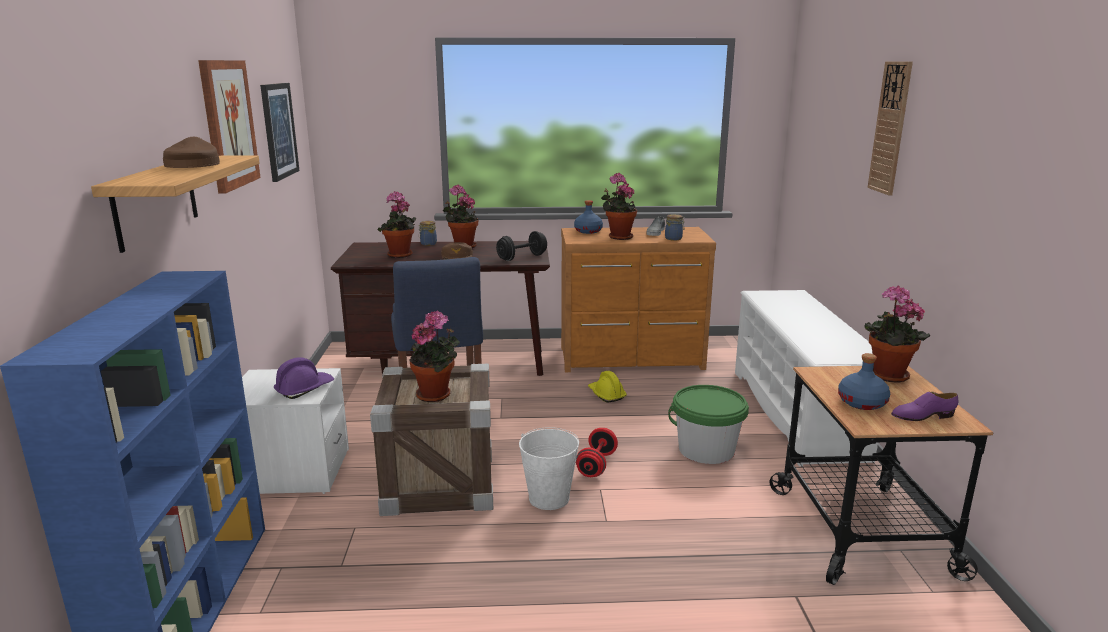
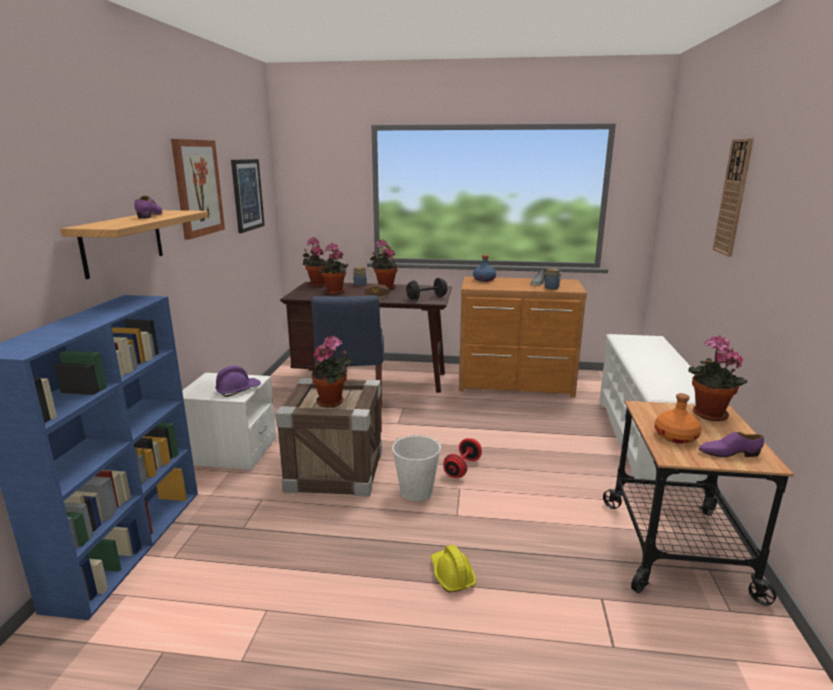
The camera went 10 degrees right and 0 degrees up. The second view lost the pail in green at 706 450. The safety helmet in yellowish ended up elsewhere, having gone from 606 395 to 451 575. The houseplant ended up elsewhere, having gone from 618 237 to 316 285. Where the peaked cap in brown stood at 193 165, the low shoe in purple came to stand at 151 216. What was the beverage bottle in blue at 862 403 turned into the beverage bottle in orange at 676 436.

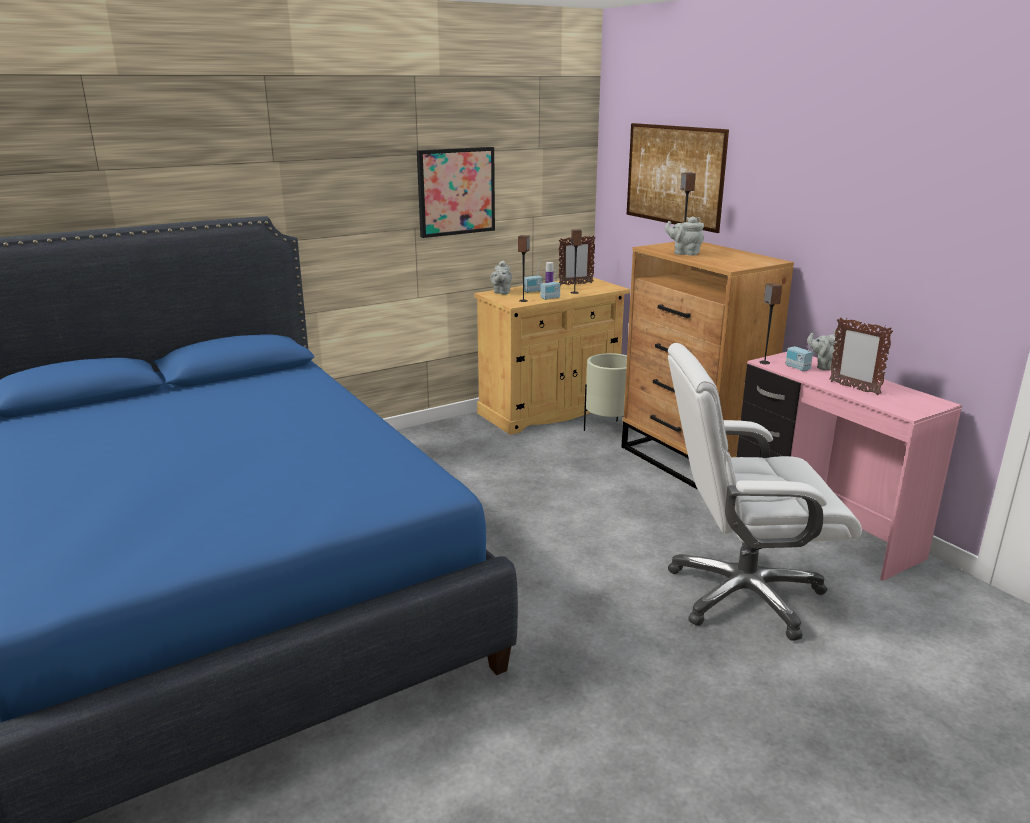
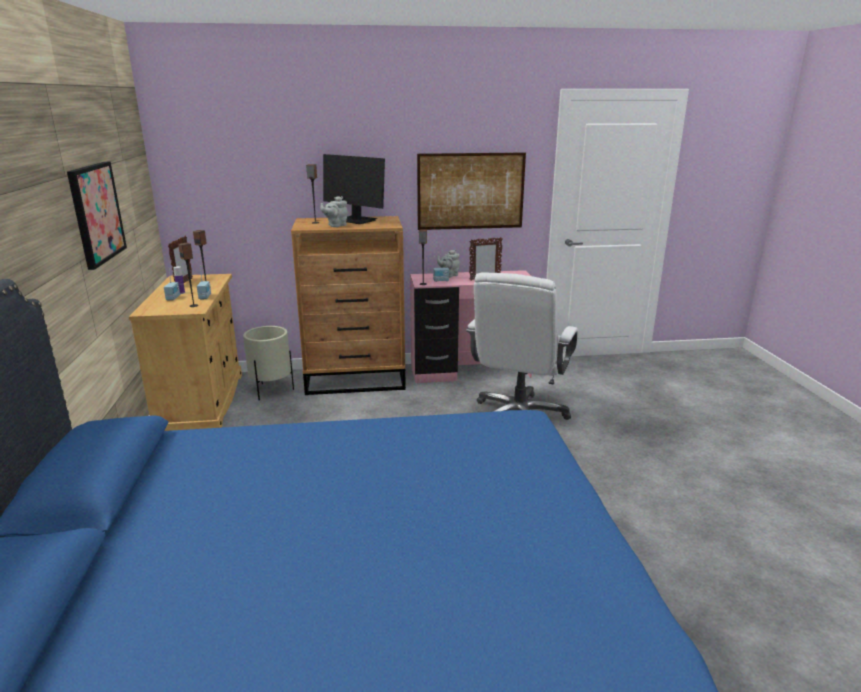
The camera went 65 degrees left and 0 degrees up. The second view lost the pot for tea in grey at 501 292. The second view gained the computer display at 356 220. The picture ended up elsewhere, having gone from 674 175 to 470 191.

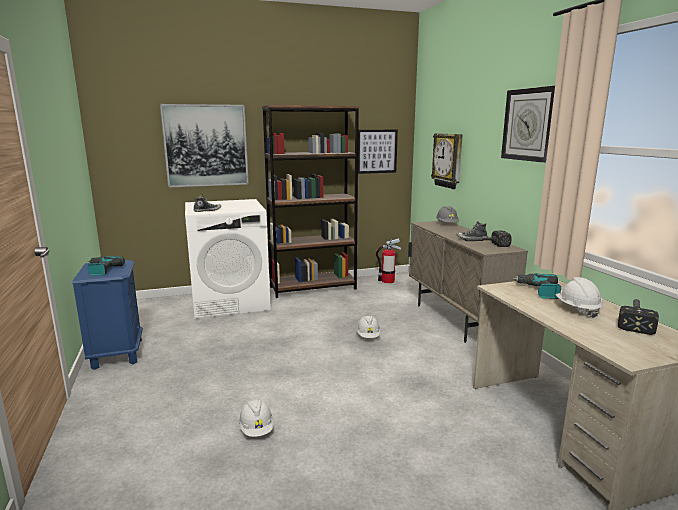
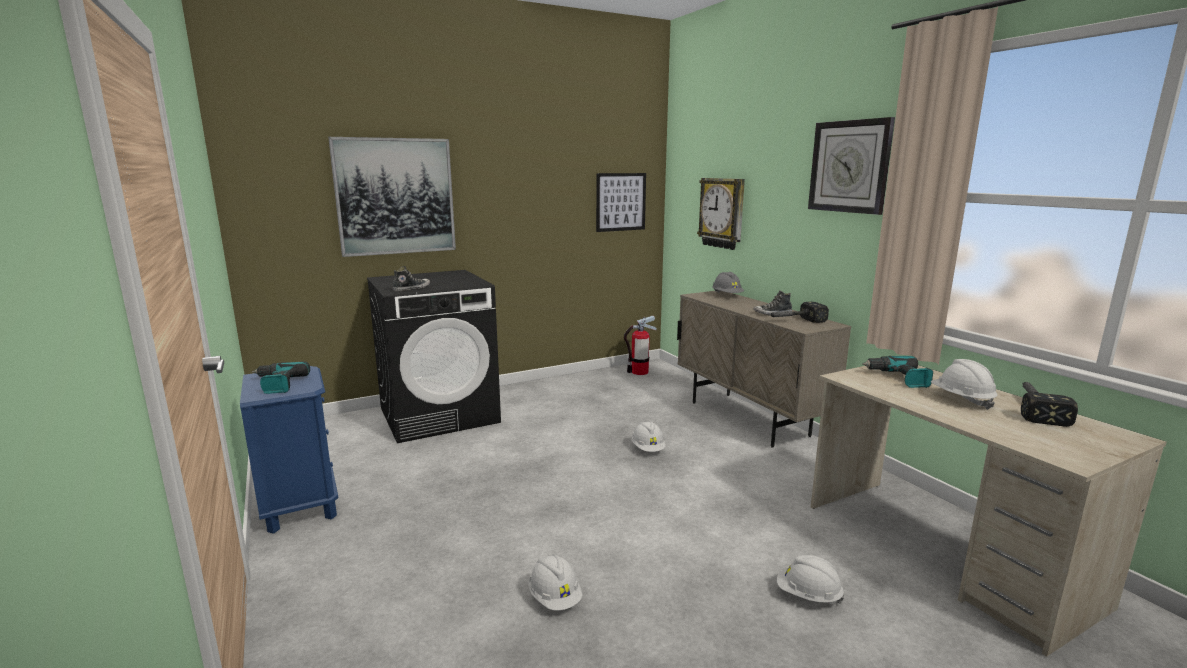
The camera went 10 degrees left and 0 degrees up. The second view lost the bookshelf in brown at 313 288. The second view gained the safety helmet in white at 808 595. What was the laundry machine in white at 231 302 turned into the laundry machine in blackish at 440 415.

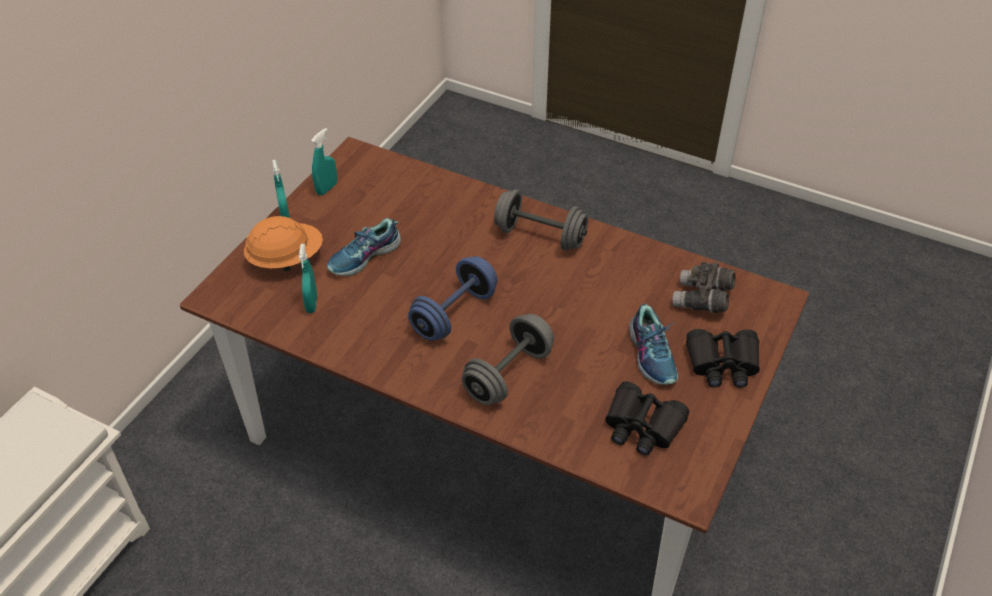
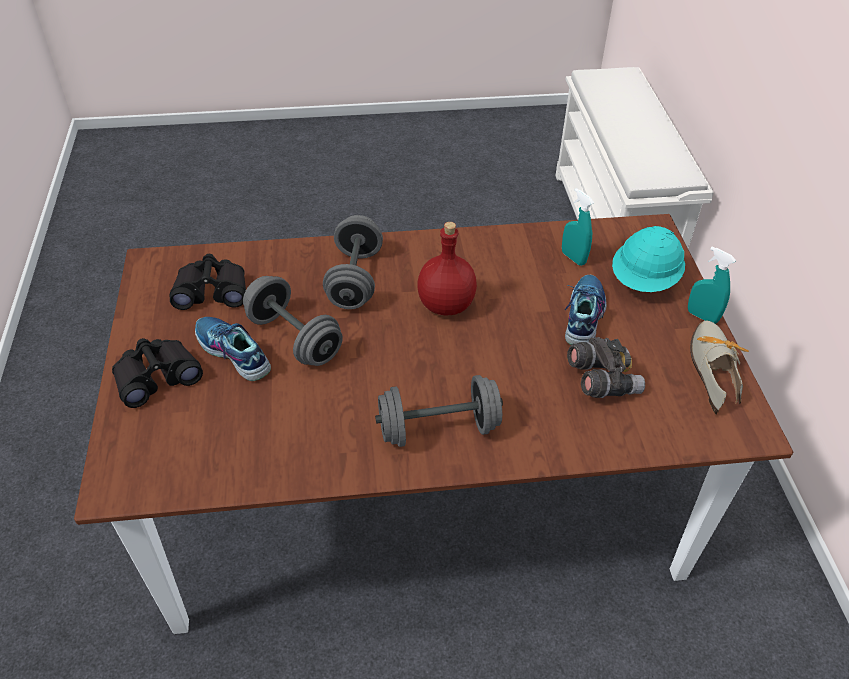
The camera went 145 degrees right and 0 degrees up. The second view gained the hand weight in grey at 294 338. The pair of binoculars in grey ended up elsewhere, having gone from 702 300 to 601 381. Where the sprayer in turquoise-coloured stood at 327 189, the low shoe came to stand at 713 367. Where the hand weight in blue stood at 454 314, the beverage bottle in red came to stand at 447 305. What was the safety helmet in orange at 286 259 turned into the safety helmet in turquoise-coloured at 644 281.

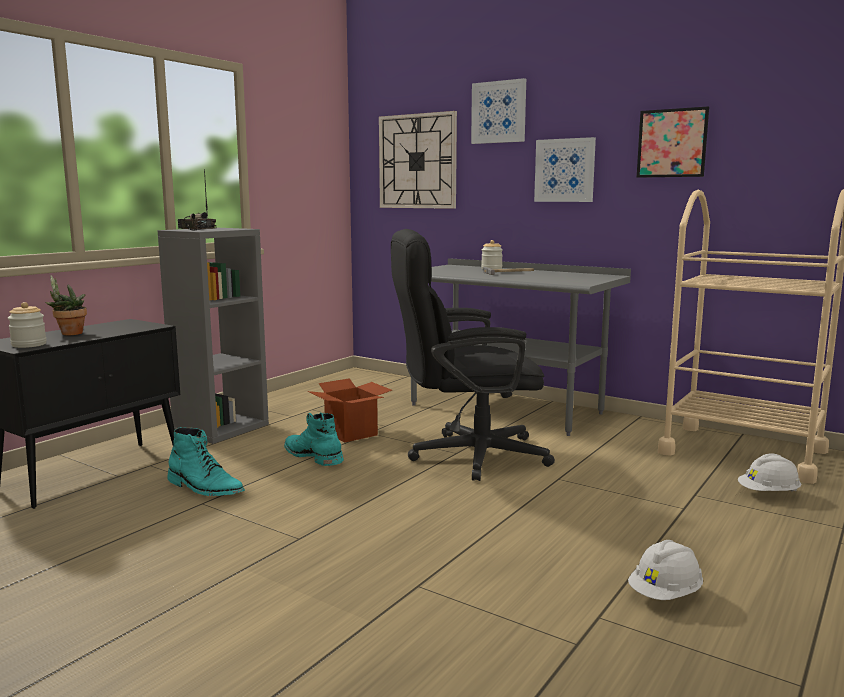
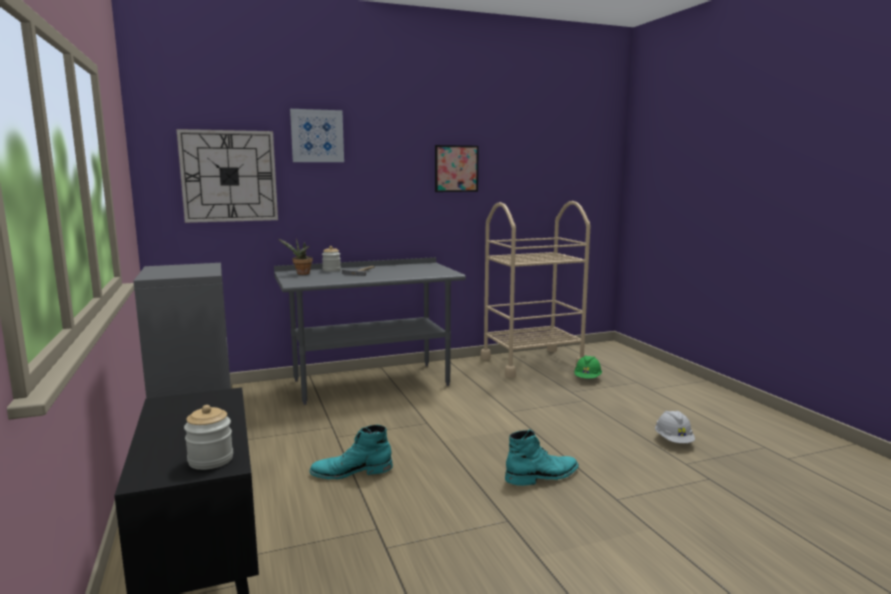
The camera went 55 degrees left and 0 degrees up. The second view lost the radio set at 195 229. The second view lost the packing box at 350 433. The second view lost the office chair in blackish at 465 456. The second view lost the picture at 565 170. The houseplant ended up elsewhere, having gone from 69 333 to 301 274. The high-top boot in turquoise-coloured ended up elsewhere, having gone from 205 488 to 542 476. What was the safety helmet in white at 768 494 turned into the safety helmet in green at 587 379.

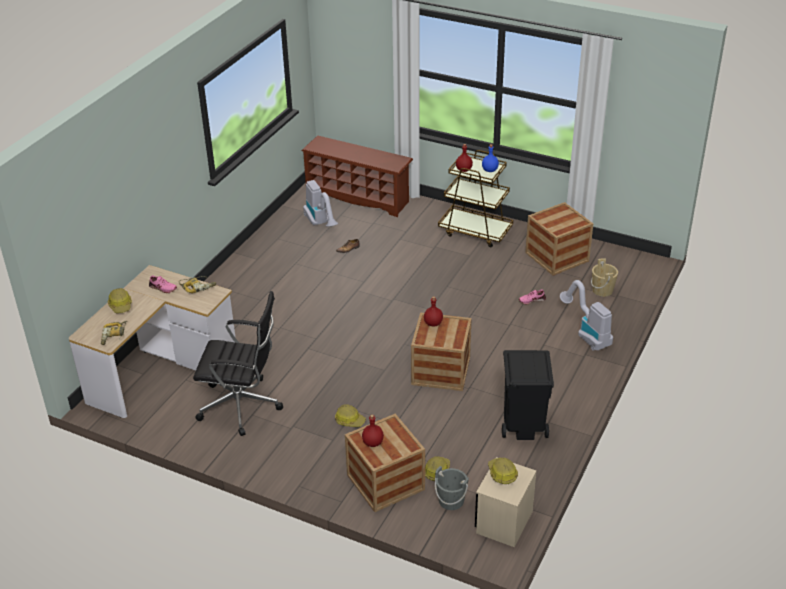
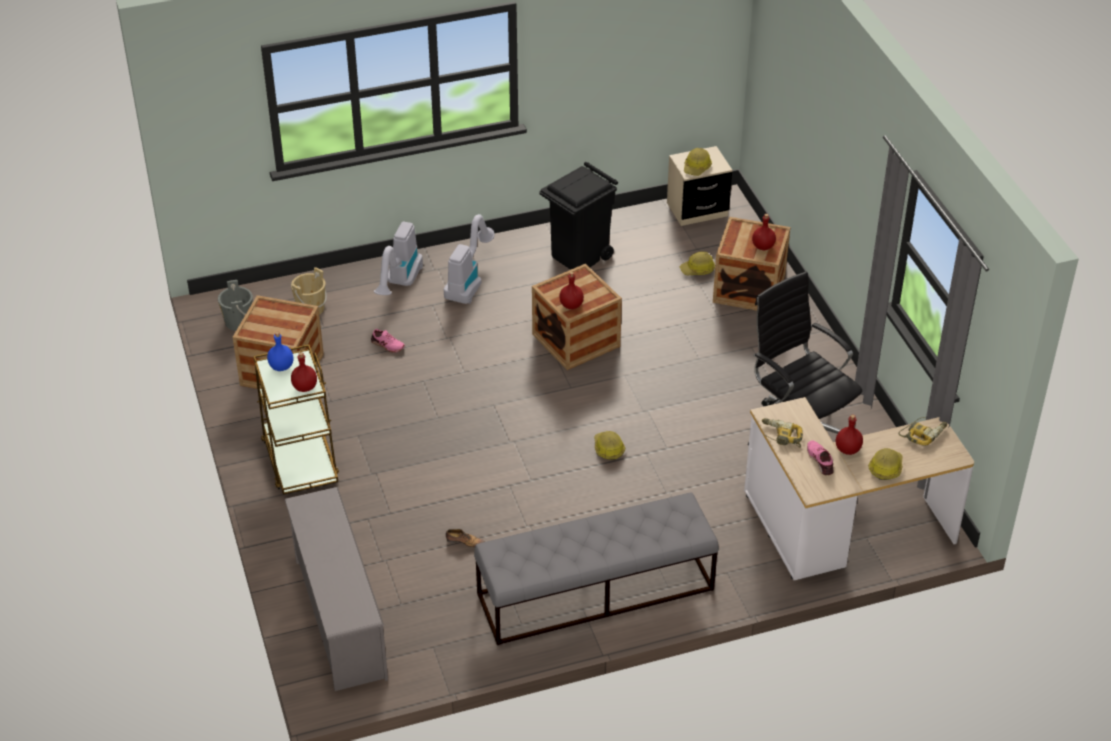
The camera went 135 degrees left and 5 degrees up. The second view gained the long seat in grey at 594 592. The second view gained the beverage bottle in red at 847 450. The hoover ended up elsewhere, having gone from 321 223 to 469 282. The safety helmet ended up elsewhere, having gone from 349 420 to 608 449. The pail in grey ended up elsewhere, having gone from 451 500 to 238 322. What was the shoe stand in brown at 359 197 turned into the shoe stand in grey at 338 618.

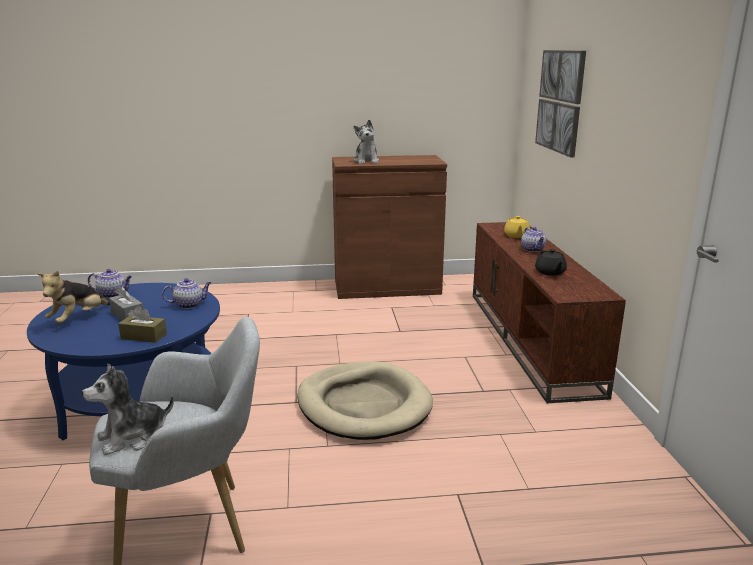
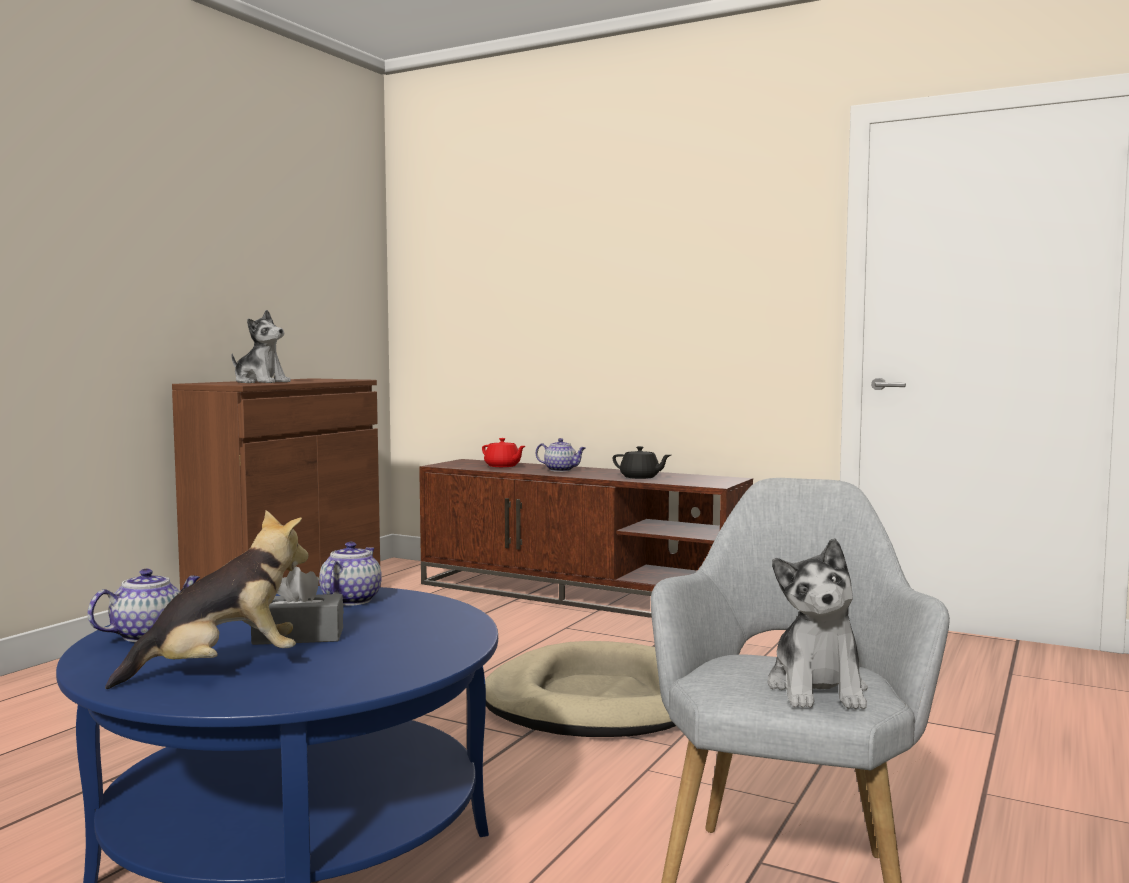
The camera went 55 degrees left and 15 degrees down. The second view lost the tissue holder in brown at 144 336. The second view lost the picture at 560 101. What was the pot for tea in yellowish at 516 235 turned into the pot for tea in red at 503 466. The plush toy at 78 319 ended up facing another way, 90 degrees counterclockwise from before.

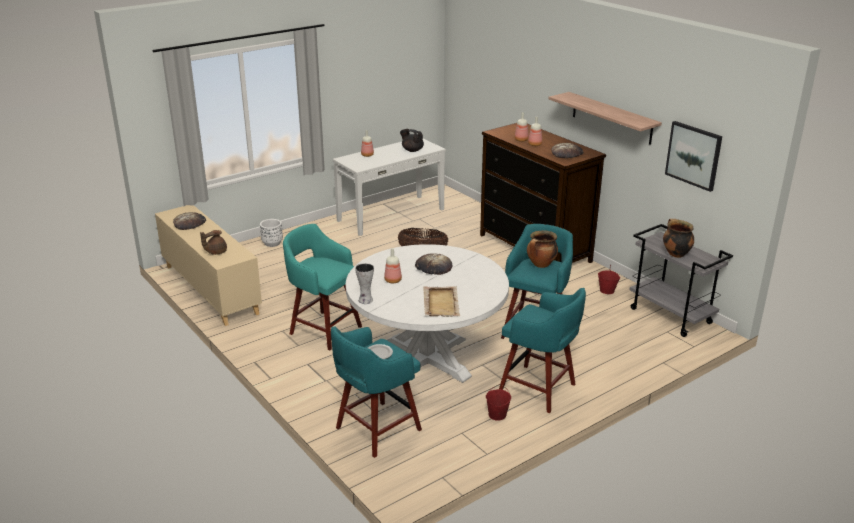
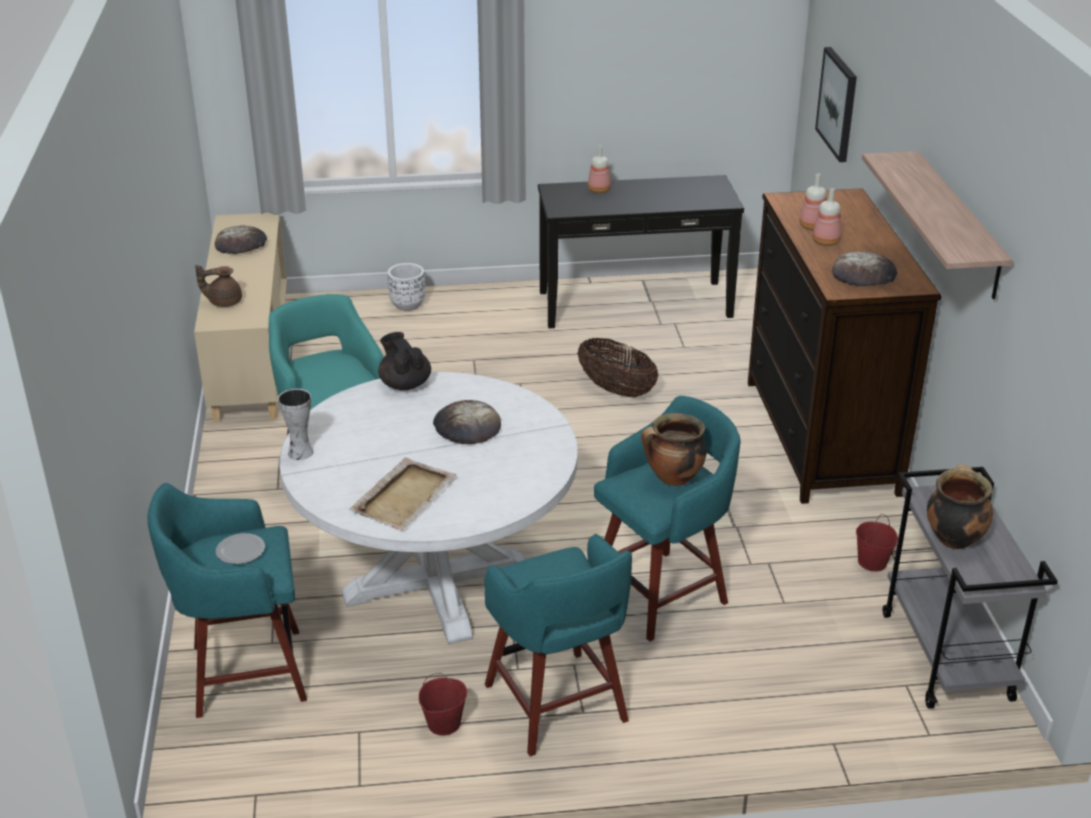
The camera went 30 degrees right and 5 degrees up. The second view lost the beverage bottle at 393 280. The pot for tea in blackish ended up elsewhere, having gone from 412 150 to 405 384. The picture ended up elsewhere, having gone from 693 155 to 838 103. What was the narrow table in white at 390 215 turned into the narrow table in blackish at 634 304.

